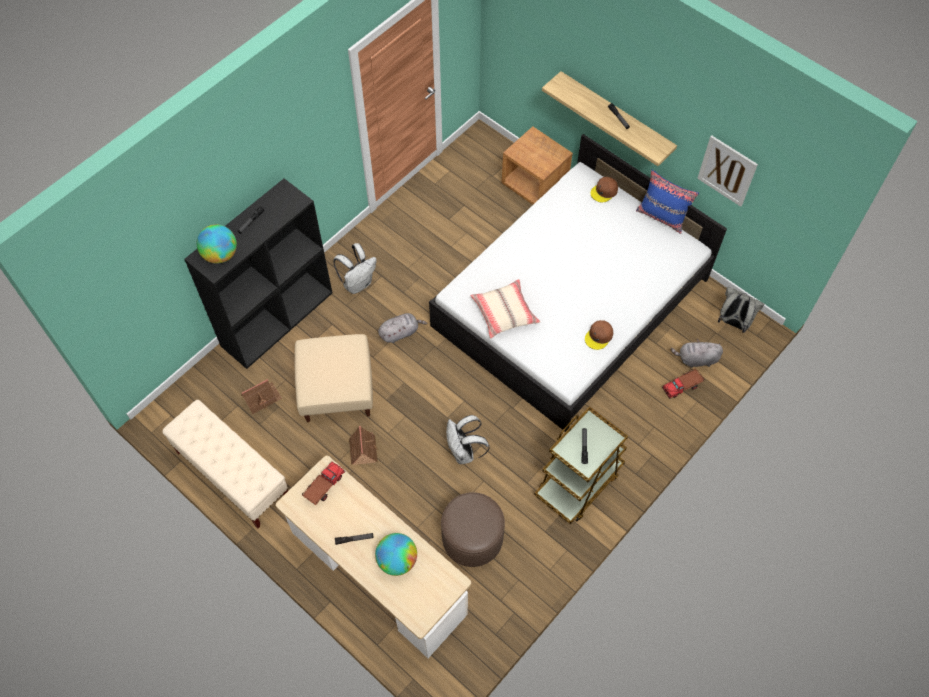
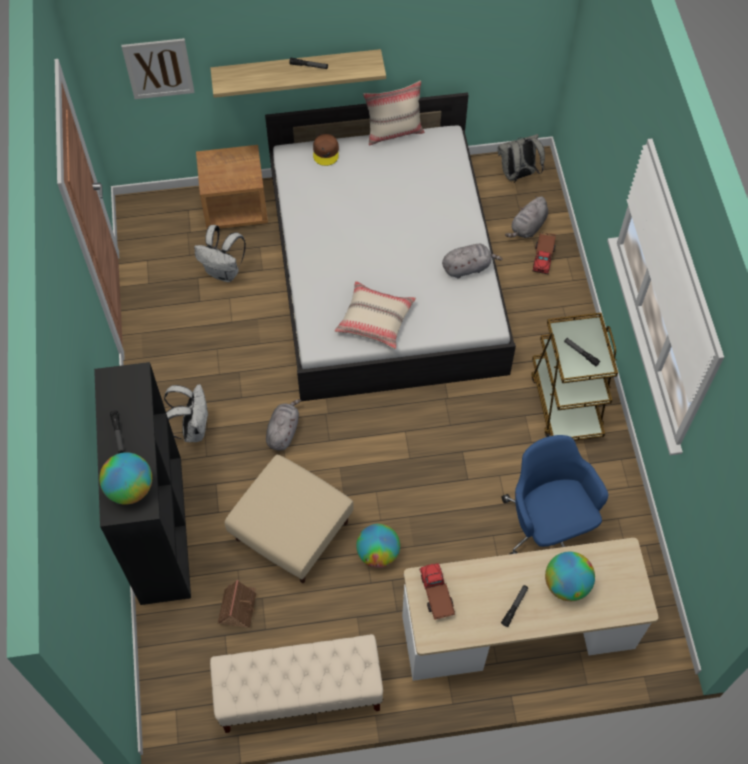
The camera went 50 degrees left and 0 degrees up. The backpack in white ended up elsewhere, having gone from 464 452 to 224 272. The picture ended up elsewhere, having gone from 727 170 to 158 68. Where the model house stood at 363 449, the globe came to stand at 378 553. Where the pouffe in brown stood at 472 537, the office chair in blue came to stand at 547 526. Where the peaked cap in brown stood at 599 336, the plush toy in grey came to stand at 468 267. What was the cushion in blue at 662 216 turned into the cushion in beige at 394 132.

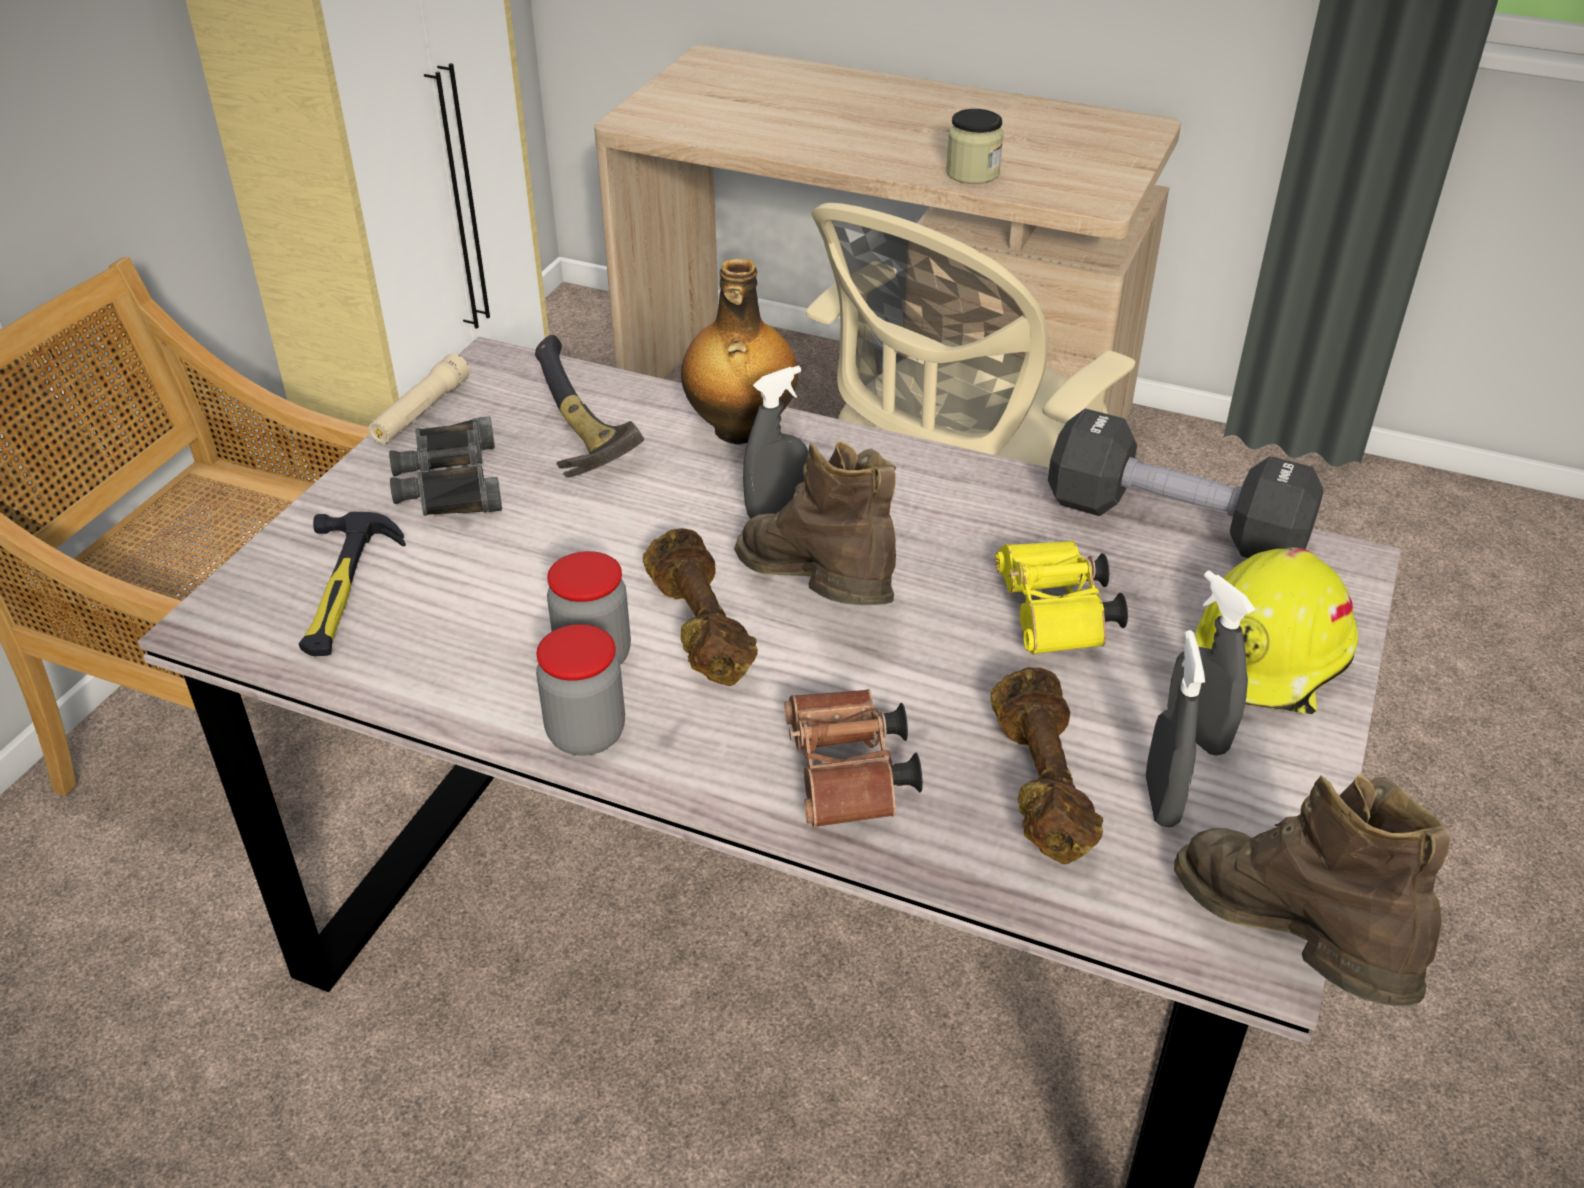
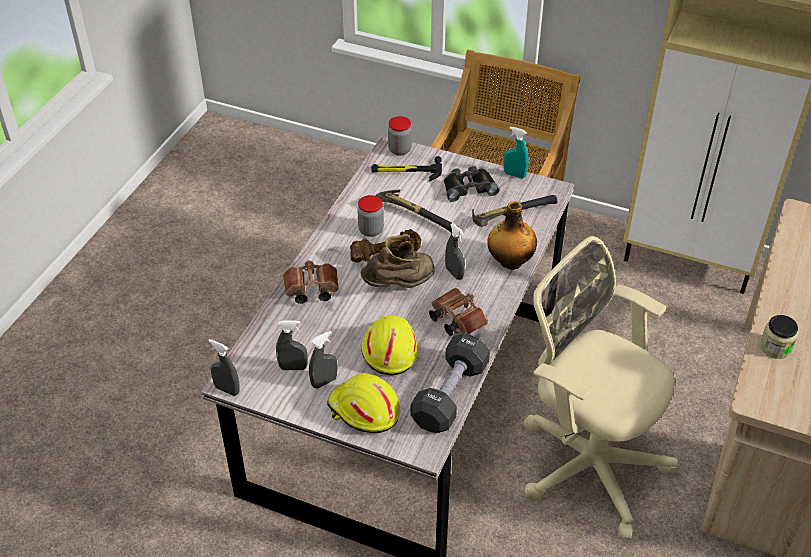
The camera went 90 degrees right and 5 degrees up. The second view lost the hand weight in brown at 1038 785. The second view gained the hand hammer at 417 216. The second view gained the pair of binoculars in brown at 455 319. The storage jar ended up elsewhere, having gone from 586 734 to 399 150. Where the torch in beige stood at 421 411, the sprayer in turquoise-coloured came to stand at 514 175. Where the pair of binoculars in yellowish stood at 1055 619, the safety helmet in yellowish came to stand at 388 350. Where the high-top boot in brown stood at 1289 952, the sprayer in grey came to stand at 227 390.

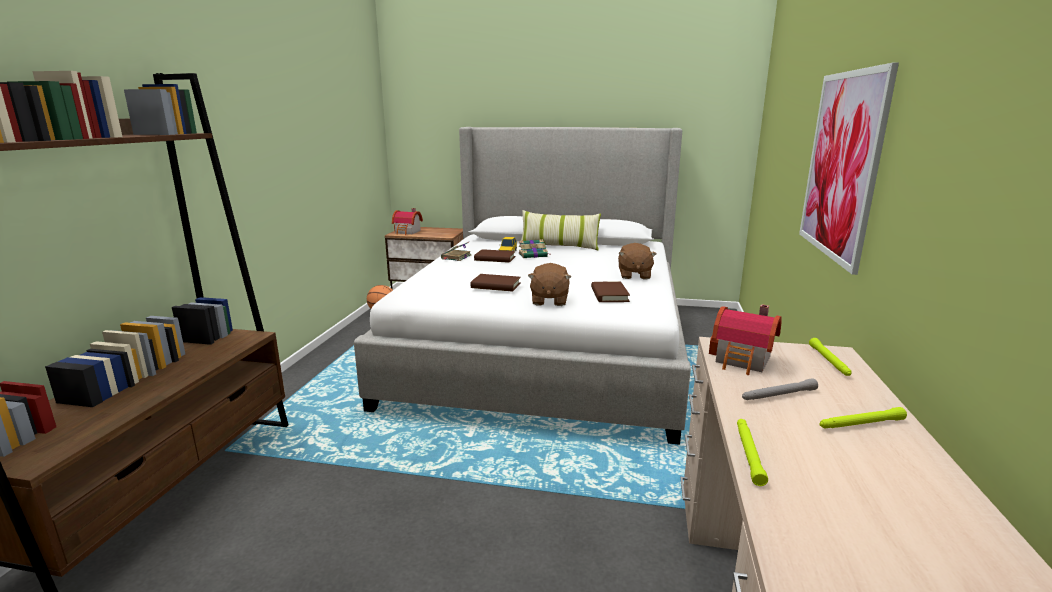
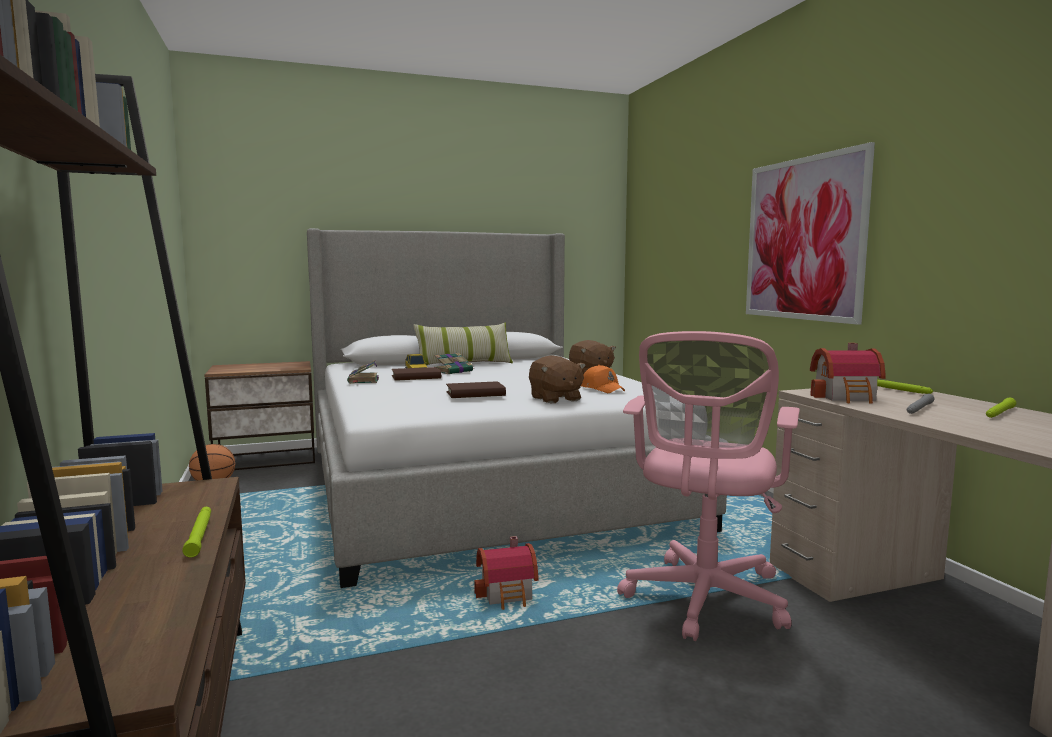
The camera went 30 degrees left and 10 degrees down. The second view gained the office chair in pinkish at 704 601. The model house ended up elsewhere, having gone from 407 232 to 509 595. The torch in green ended up elsewhere, having gone from 748 453 to 200 535. Where the bound book in brown stood at 609 295, the peaked cap in orange came to stand at 602 389.

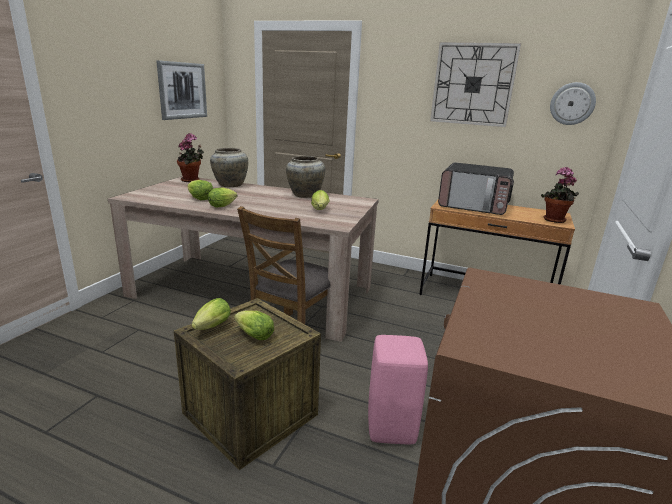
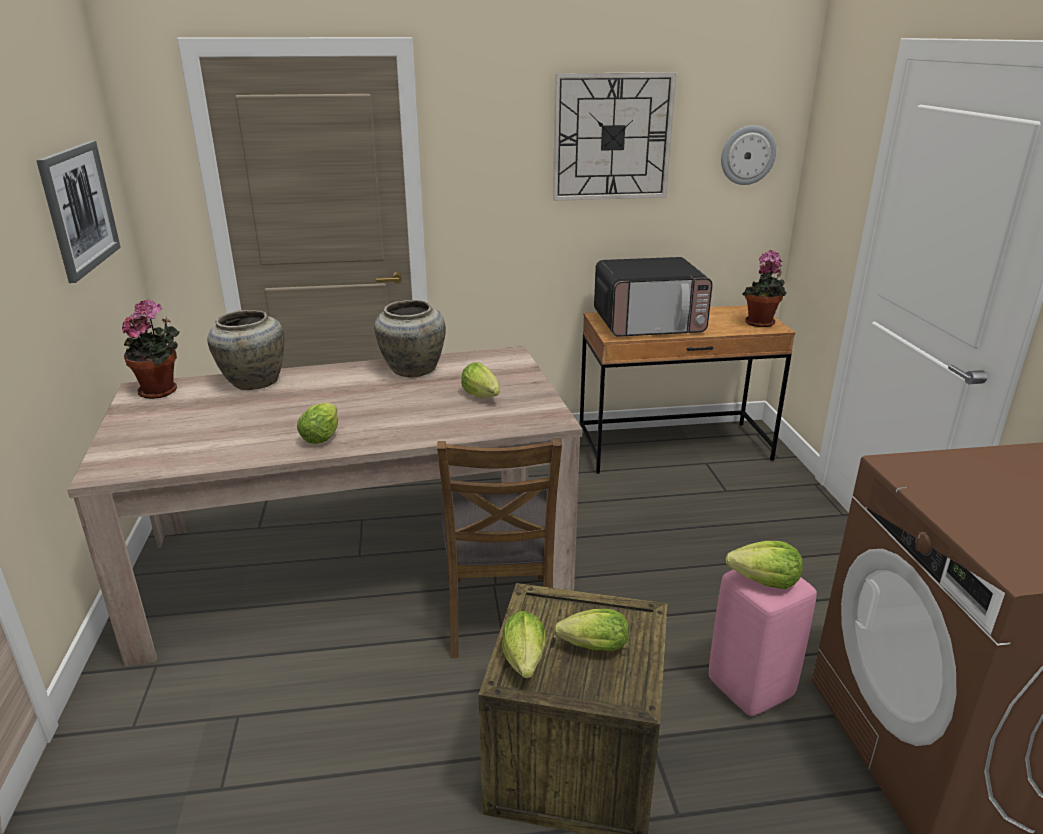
The camera went 30 degrees left and 5 degrees up. The lettuce head ended up elsewhere, having gone from 200 198 to 765 581.

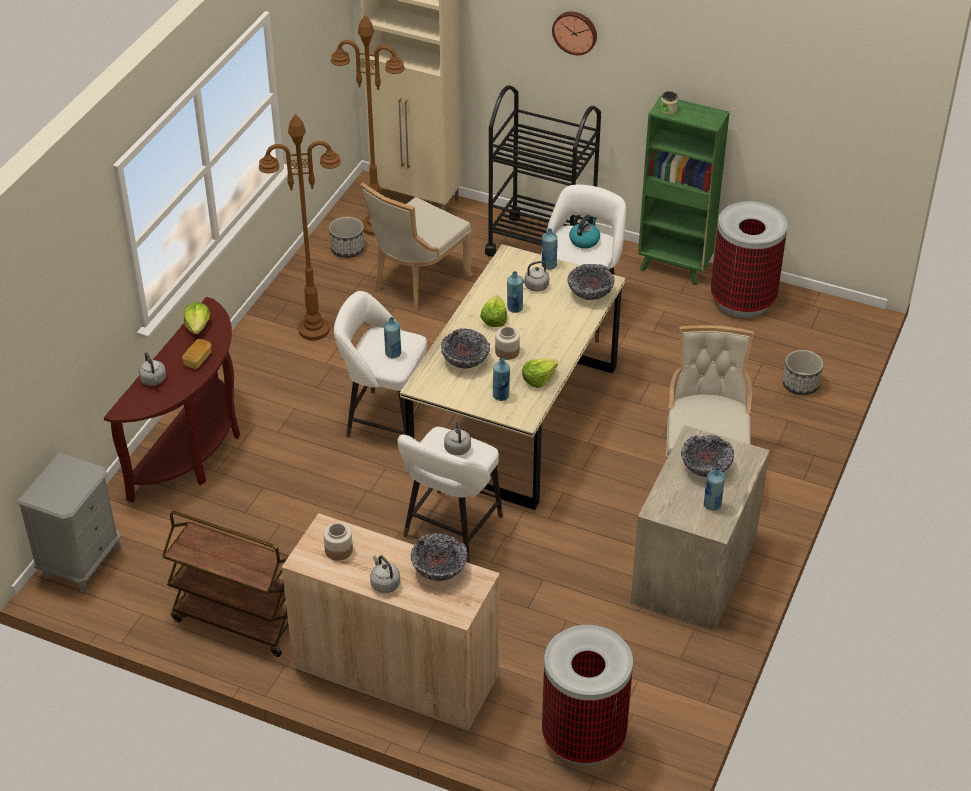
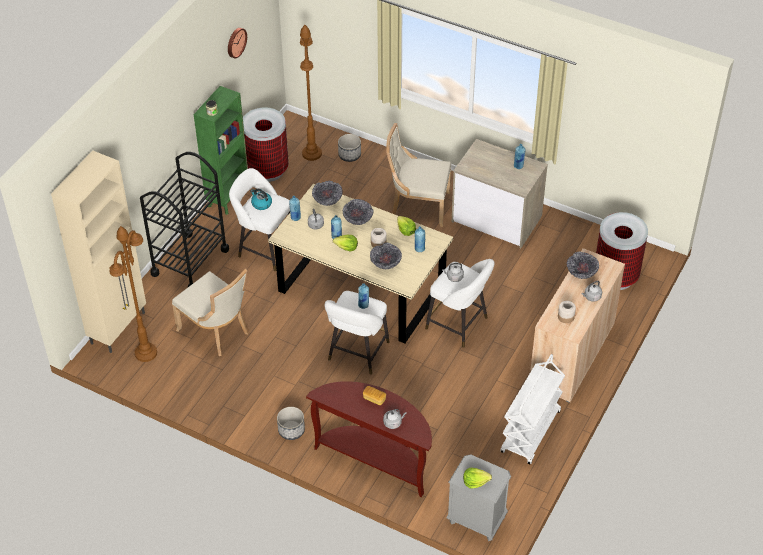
The camera went 85 degrees left and 5 degrees up. The lettuce head ended up elsewhere, having gone from 197 326 to 475 481. The floor lamp in brown ended up elsewhere, having gone from 314 329 to 311 153. The plant pot ended up elsewhere, having gone from 347 249 to 291 430. The wall clock ended up elsewhere, having gone from 575 32 to 235 42. The deep dish ended up elsewhere, having gone from 705 469 to 358 220. What was the cart in brown at 236 621 turned into the cart in white at 531 432.

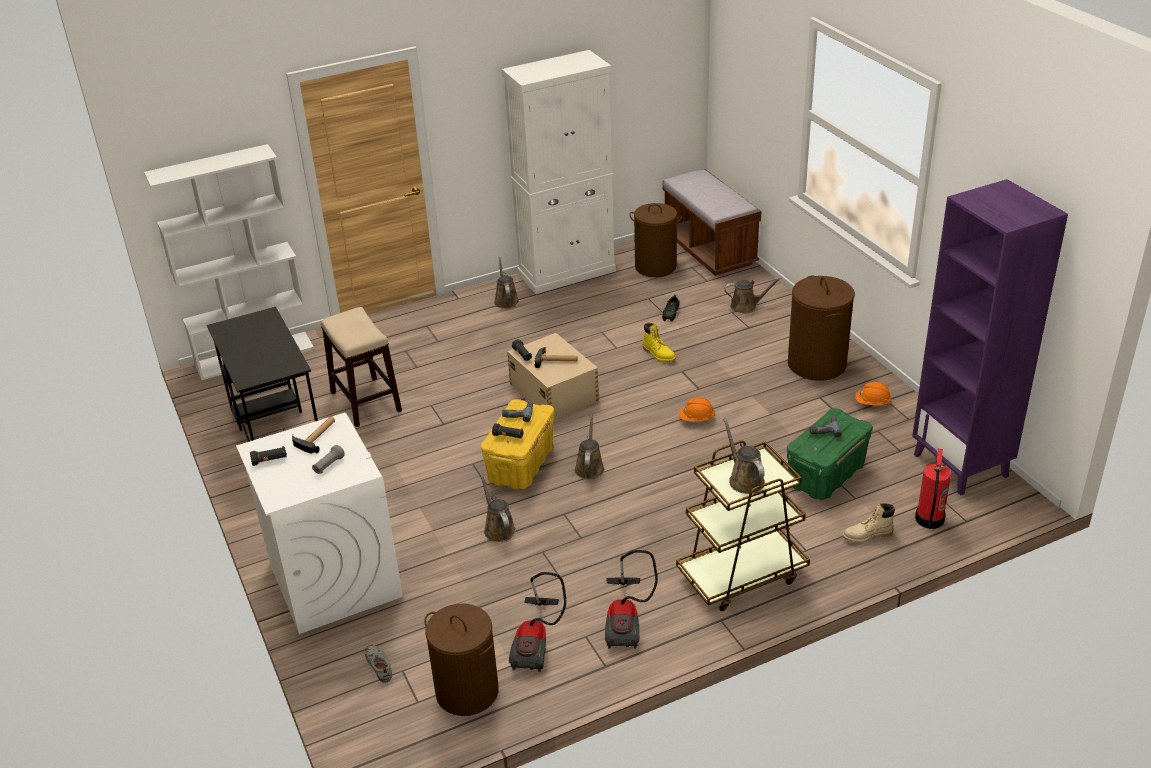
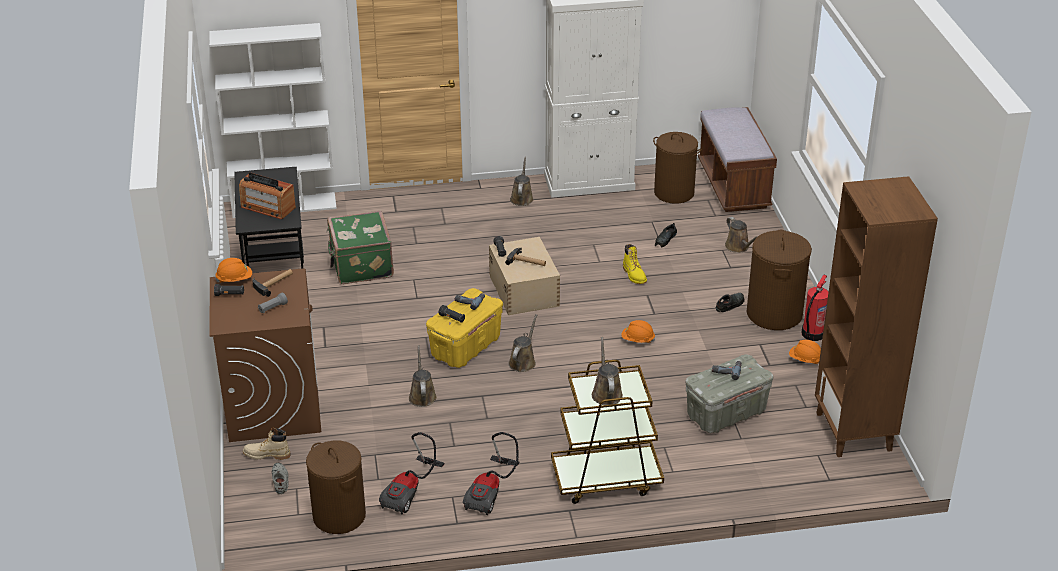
The camera went 15 degrees right and 0 degrees up. The second view gained the safety helmet in orange at 234 279. The second view gained the radio set at 268 207. The second view gained the low shoe in blackish at 730 304. The high-top boot in beige ended up elsewhere, having gone from 867 535 to 267 455. The fire extinguisher ended up elsewhere, having gone from 929 520 to 812 334. Where the sitting stool stood at 366 402, the piece of luggage in green came to stand at 360 265. What was the laundry machine in white at 333 579 turned into the laundry machine in brown at 273 406. What was the storage bin in green at 826 476 turned into the storage bin in grey at 726 414. What was the bookshelf in purple at 961 465 turned into the bookshelf in brown at 854 432. The watering can in brown at 746 306 ended up facing another way, 45 degrees clockwise from before.

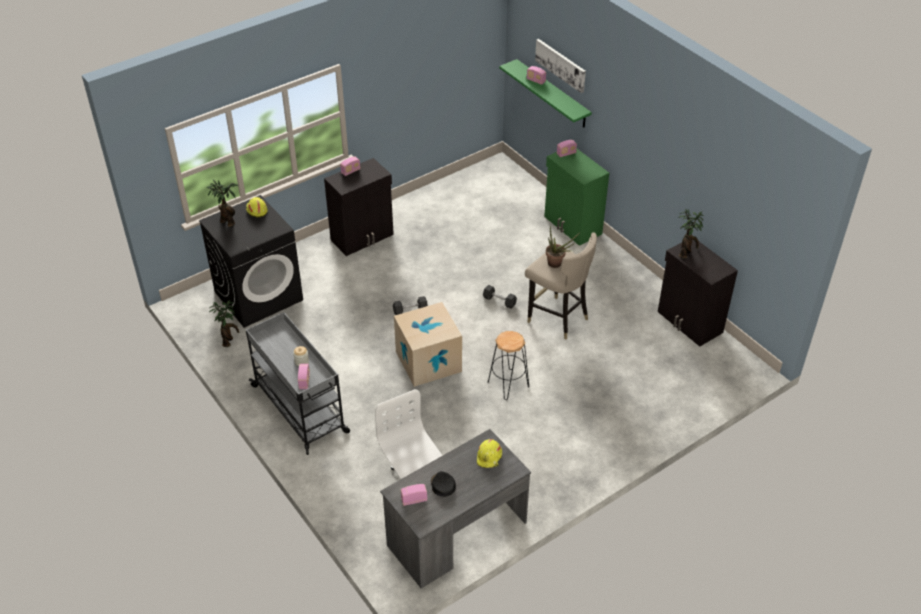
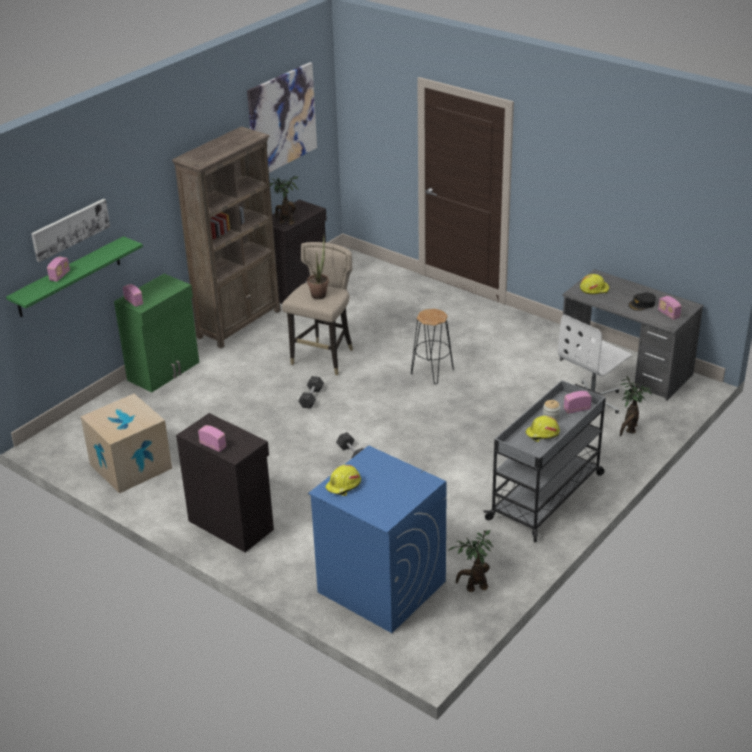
The camera went 105 degrees left and 10 degrees down. The second view gained the bookshelf in brown at 239 323. The second view gained the picture at 282 119. The second view gained the safety helmet in yellowish at 542 434. The houseplant ended up elsewhere, having gone from 227 221 to 629 430. The packing box ended up elsewhere, having gone from 428 361 to 130 466. What was the laundry machine in blackish at 259 295 turned into the laundry machine in blue at 380 586.

